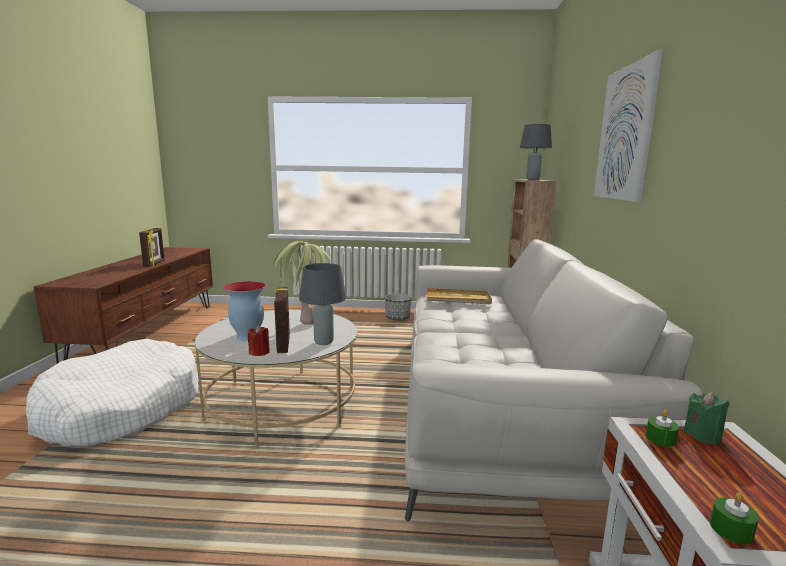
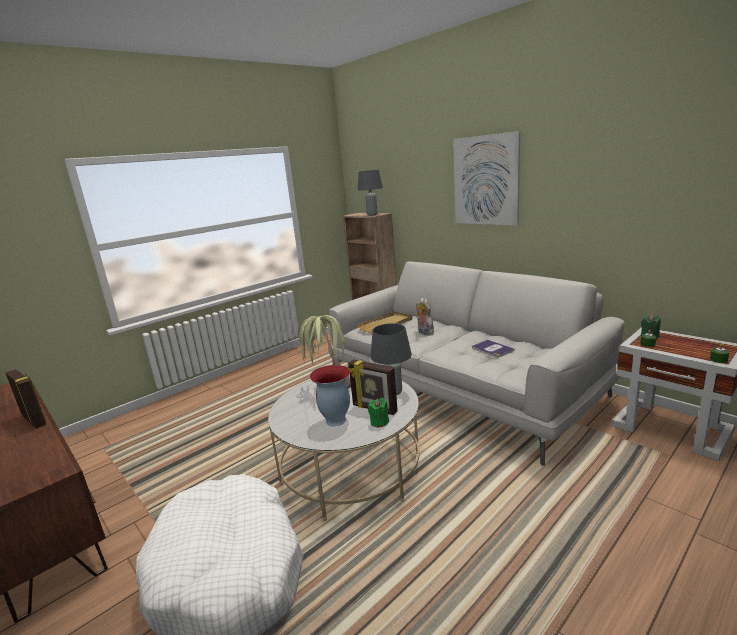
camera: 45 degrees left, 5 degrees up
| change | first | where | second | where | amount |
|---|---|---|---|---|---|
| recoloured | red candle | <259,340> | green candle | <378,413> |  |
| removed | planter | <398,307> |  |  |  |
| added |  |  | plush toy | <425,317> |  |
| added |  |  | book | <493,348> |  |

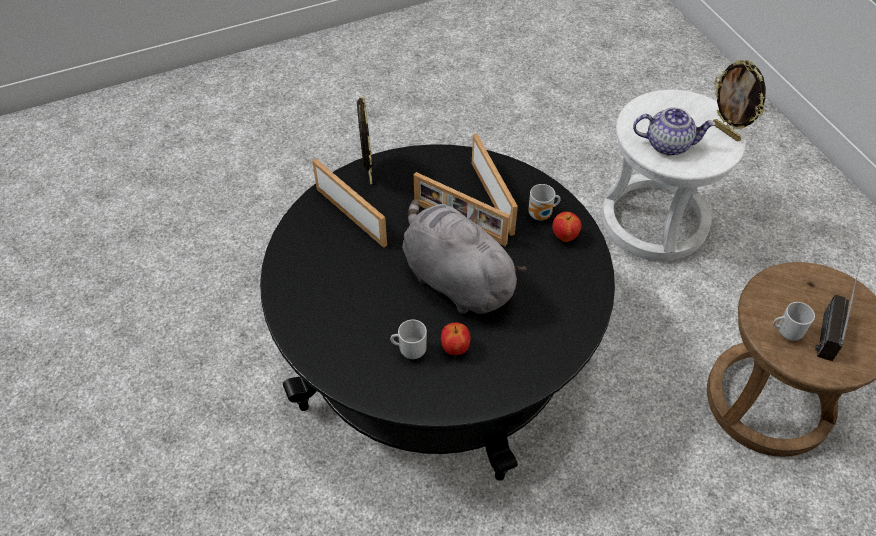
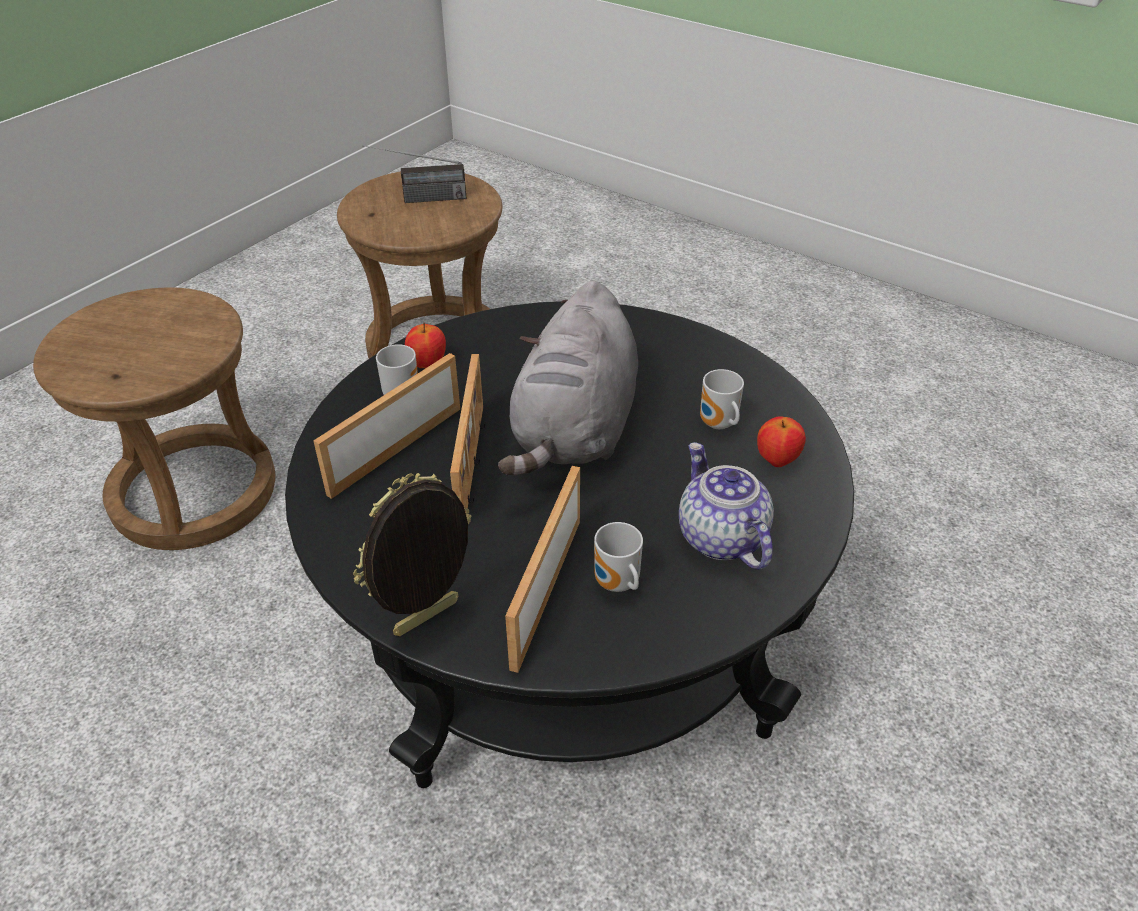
camera: 120 degrees left, 10 degrees down
| change | first | where | second | where | amount |
|---|---|---|---|---|---|
| moved | apple | <456,339> |  | <781,441> |  |
| recoloured | white stool | <674,175> | brown stool | <154,418> |  |
| moved | teapot | <674,131> |  | <726,506> |  |
| removed | picture frame | <739,101> |  |  |  |
| moved | mug | <794,321> |  | <618,557> |  |

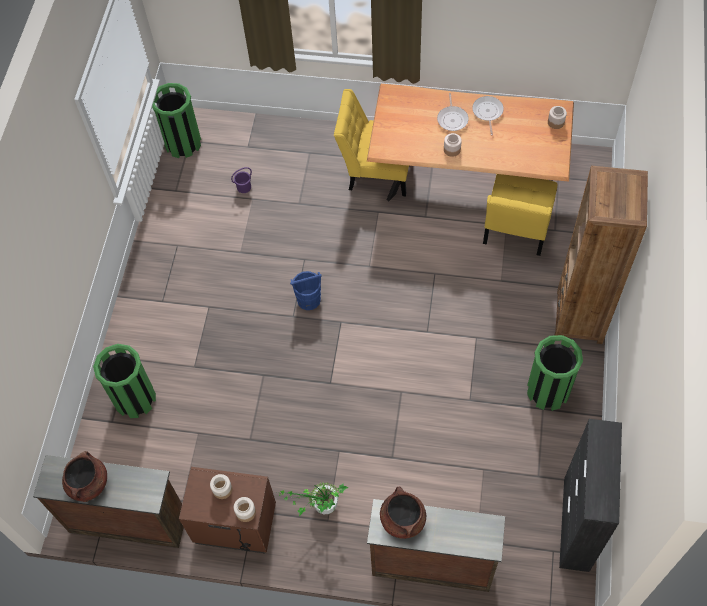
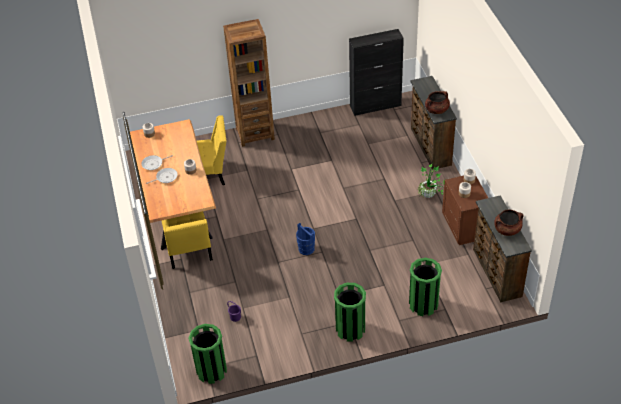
camera: 115 degrees left, 15 degrees down
| change | first | where | second | where | amount |
|---|---|---|---|---|---|
| moved | green trash can | <555,373> |  | <350,312> |  |

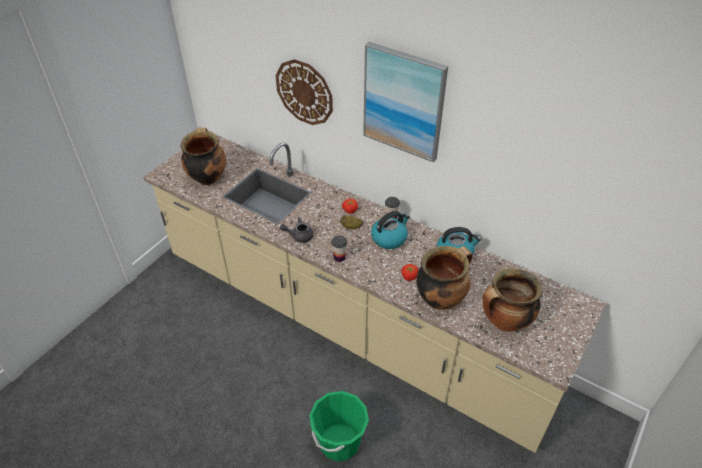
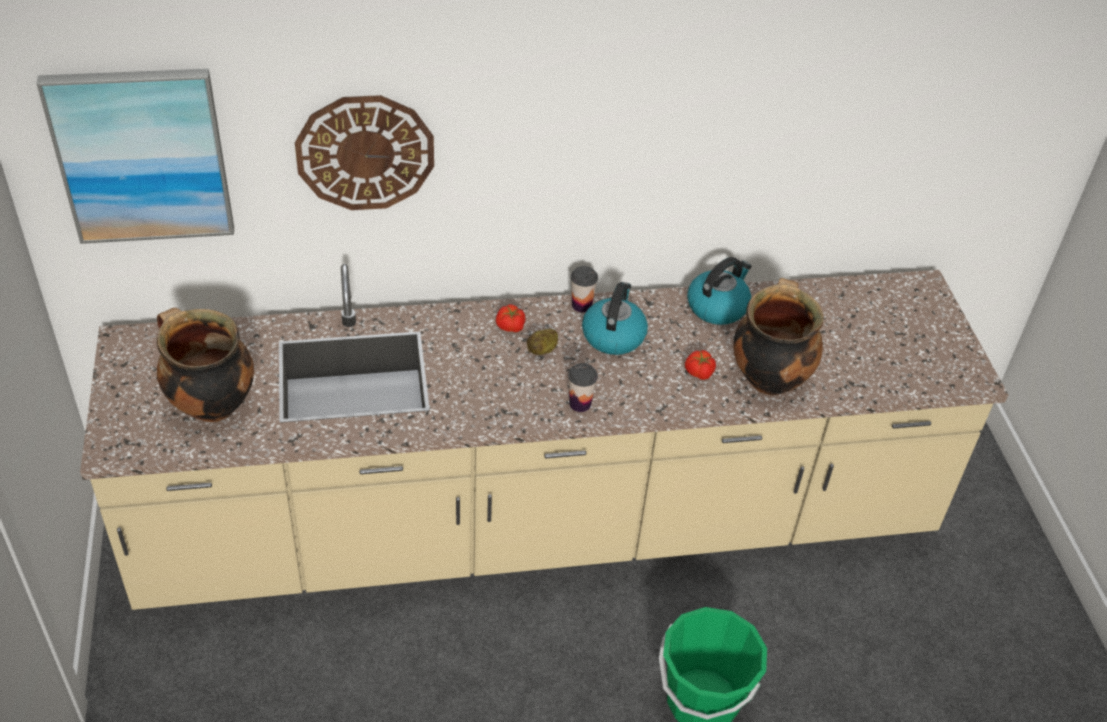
camera: 45 degrees left, 0 degrees up
| change | first | where | second | where | amount |
|---|---|---|---|---|---|
| removed | grey teapot | <297,230> |  |  |  |
| moved | picture | <405,102> |  | <135,156> |  |
| removed | cooking pot | <513,300> |  |  |  |

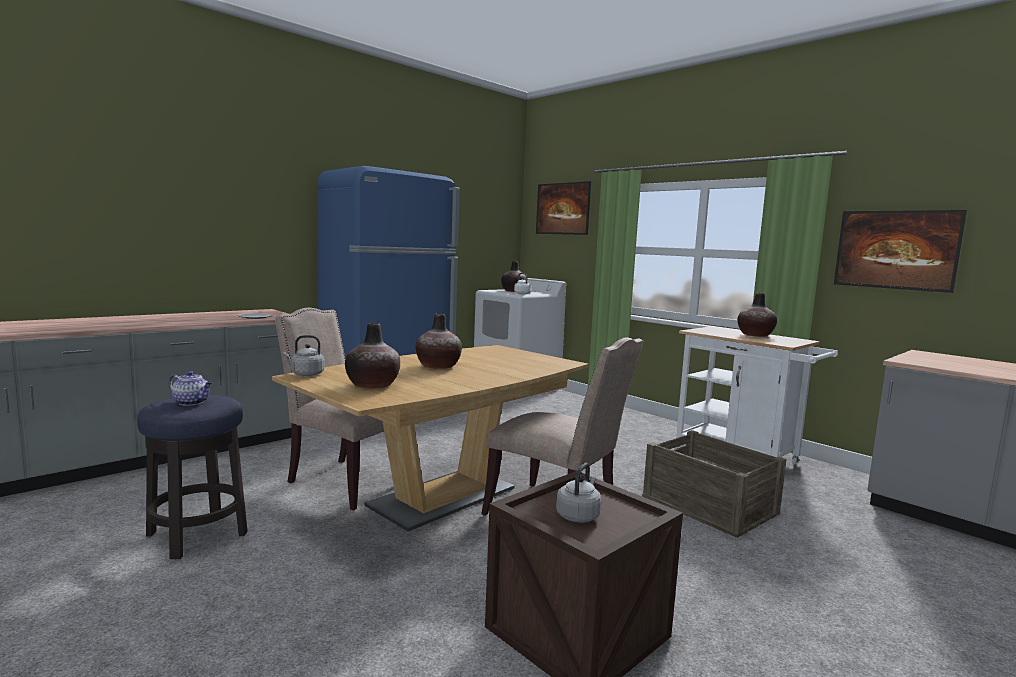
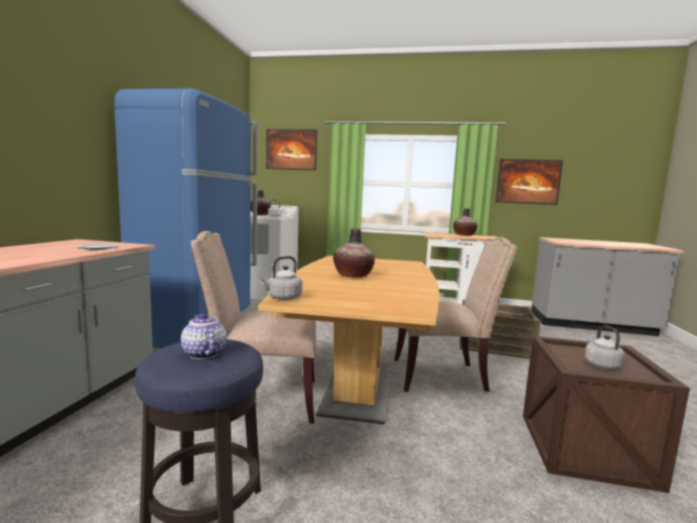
camera: 35 degrees left, 0 degrees up
| change | first | where | second | where | amount |
|---|---|---|---|---|---|
| turned | teapot | <191,388> |  | <204,336> | 105 degrees counterclockwise |
| removed | vase | <372,356> |  |  |  |

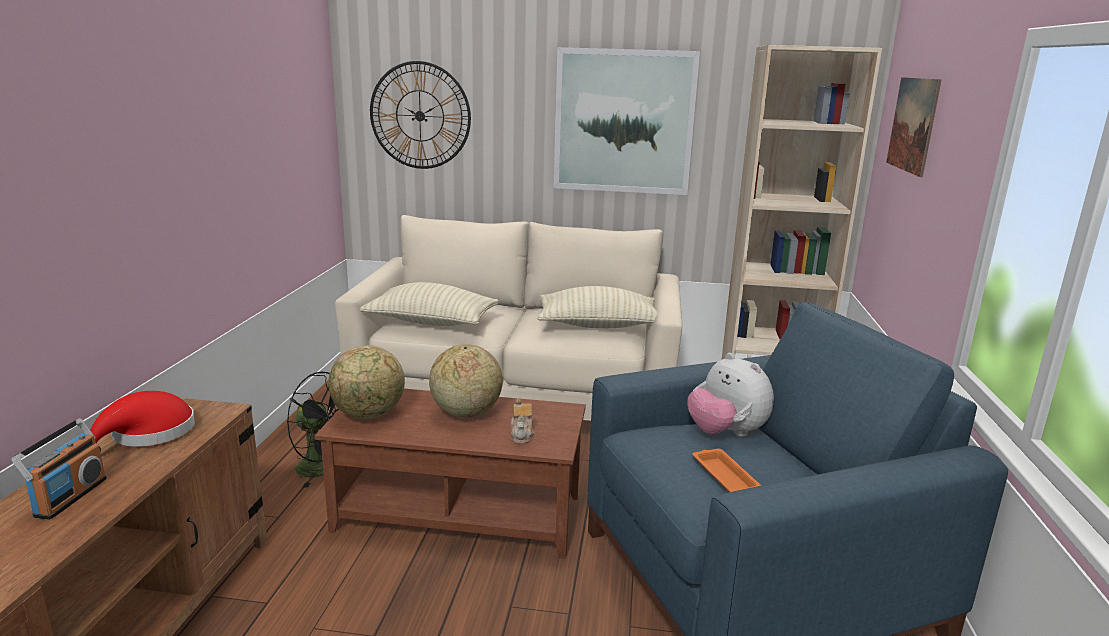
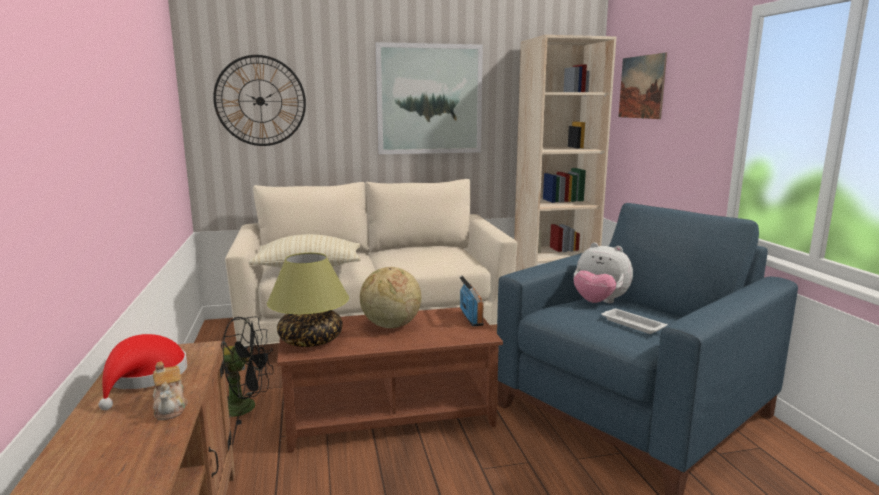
camera: 20 degrees left, 5 degrees down
| change | first | where | second | where | amount |
|---|---|---|---|---|---|
| moved | radio | <59,469> |  | <471,301> |  |
| replaced | globe | <366,382> | table lamp | <308,300> |  |
| moved | teapot | <523,421> |  | <170,390> |  |
| removed | beige pillow | <597,307> |  |  |  |
| recoloured | orange tray | <727,470> | white tray | <634,321> |  |

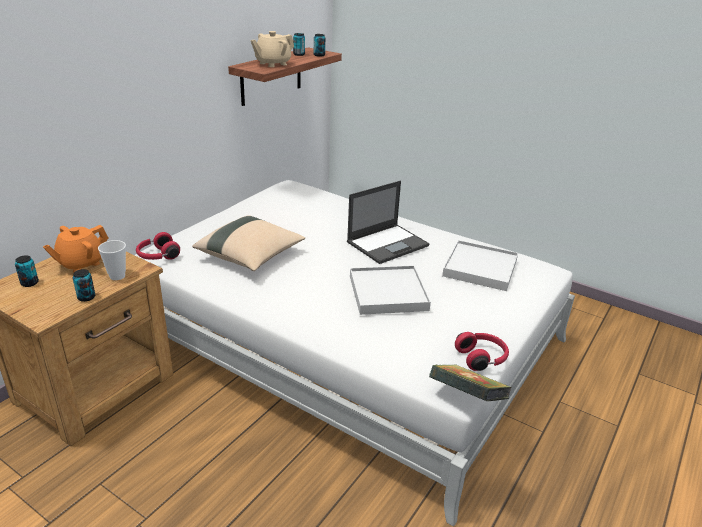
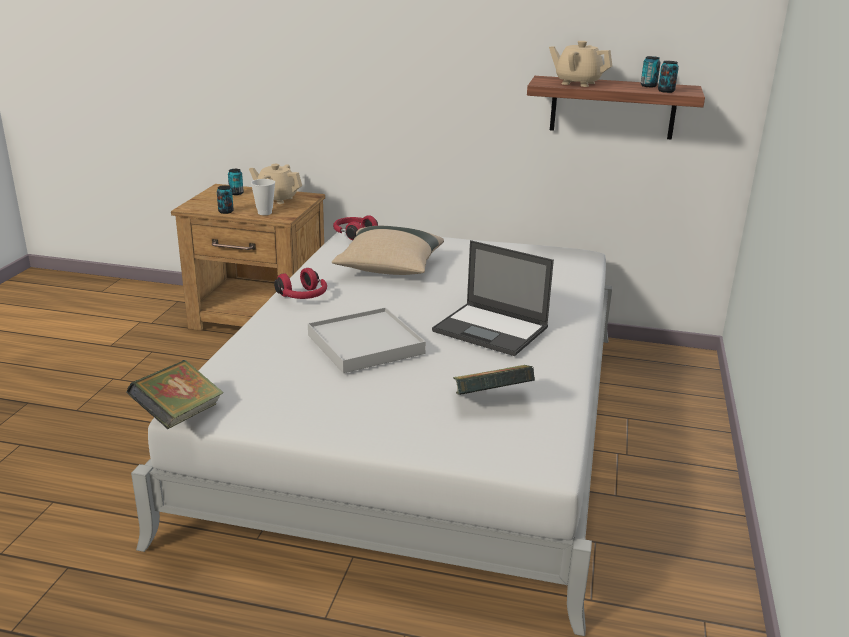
camera: 70 degrees right, 5 degrees down
| change | first | where | second | where | amount |
|---|---|---|---|---|---|
| recoloured | orange teapot | <76,248> | beige teapot | <275,184> |  |
| replaced | white tray | <480,265> | book | <494,380> |  |
| moved | red headphones | <482,351> |  | <300,283> |  |

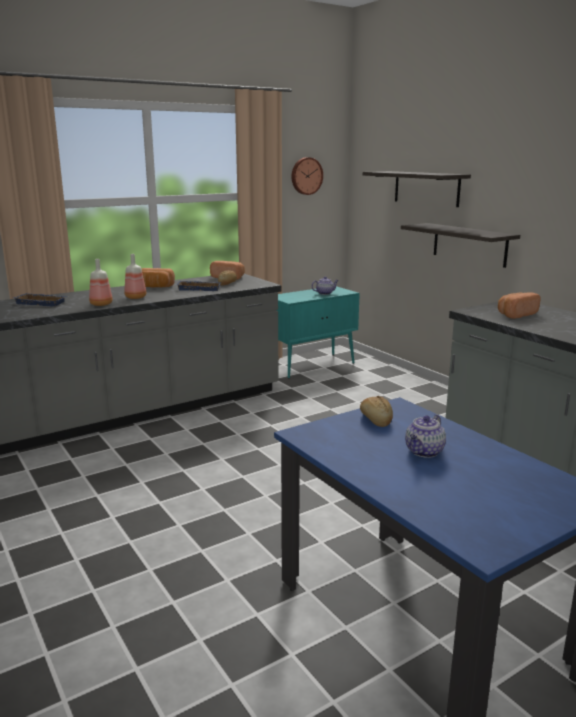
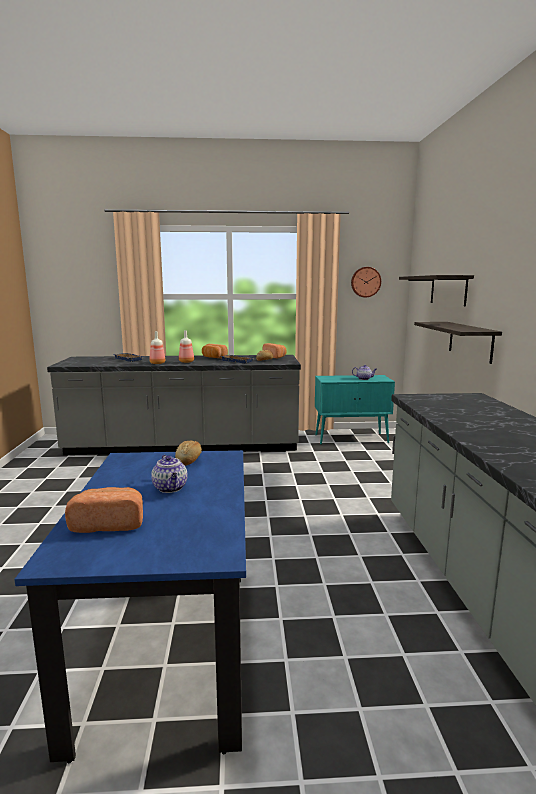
camera: 30 degrees right, 5 degrees down
| change | first | where | second | where | amount |
|---|---|---|---|---|---|
| turned | teapot | <425,436> |  | <169,474> | 90 degrees counterclockwise |
| moved | bread | <519,305> |  | <104,510> |  |

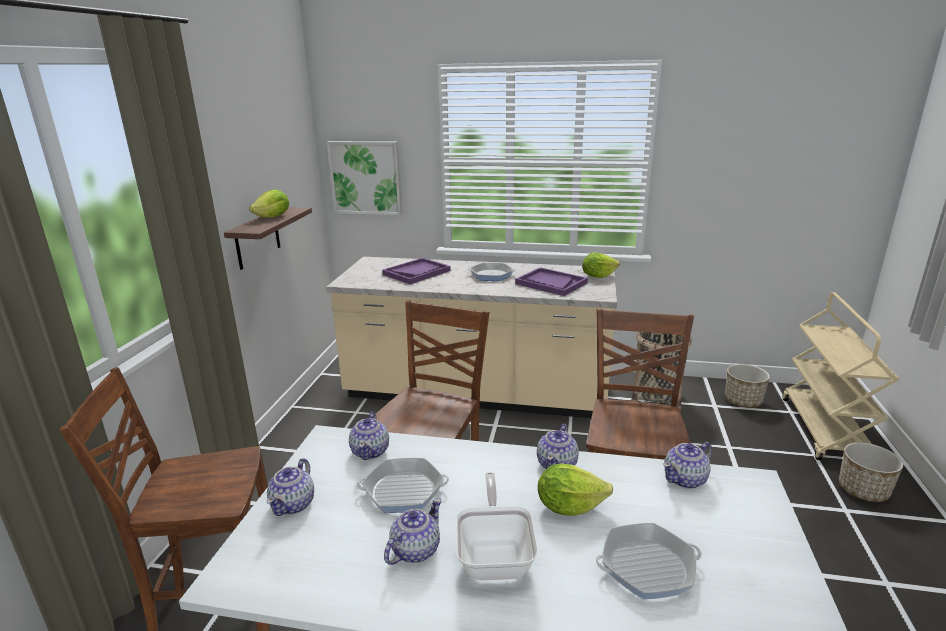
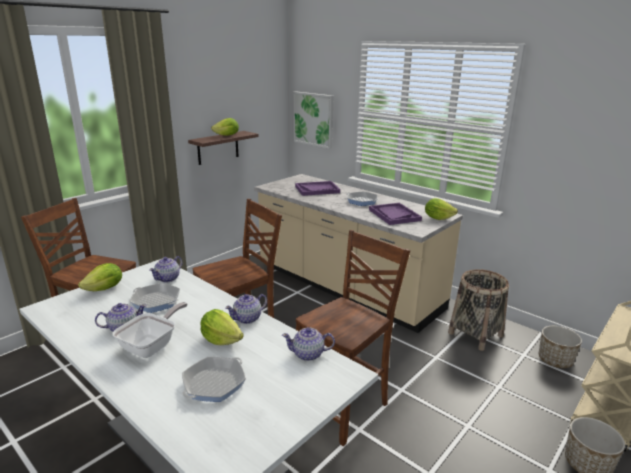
camera: 30 degrees right, 0 degrees up
| change | first | where | second | where | amount |
|---|---|---|---|---|---|
| replaced | teapot | <290,487> | lettuce | <100,277> |  |
| turned | frying pan | <649,561> |  | <214,379> | 75 degrees counterclockwise |

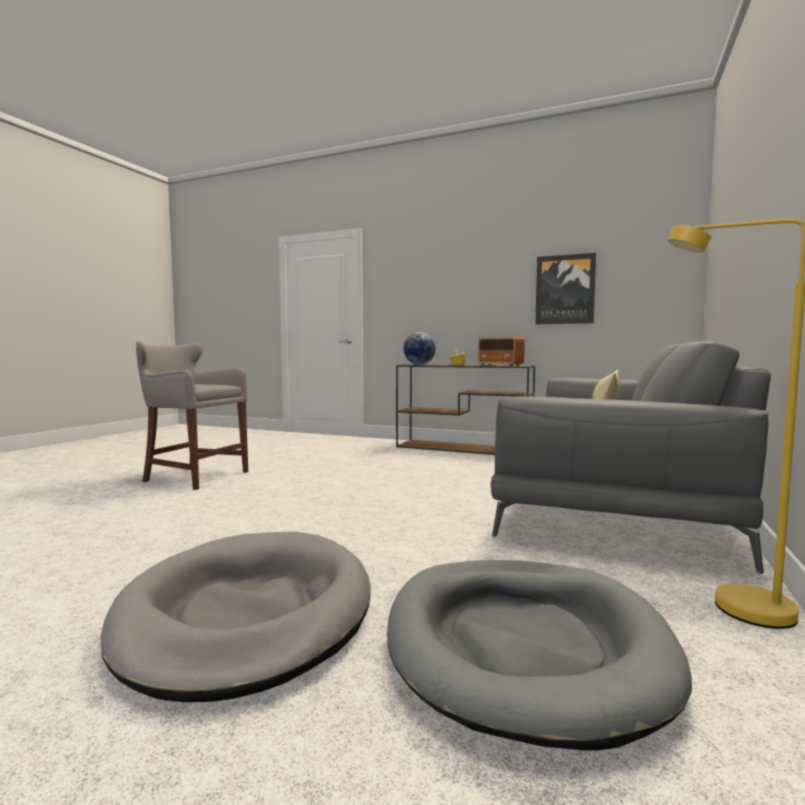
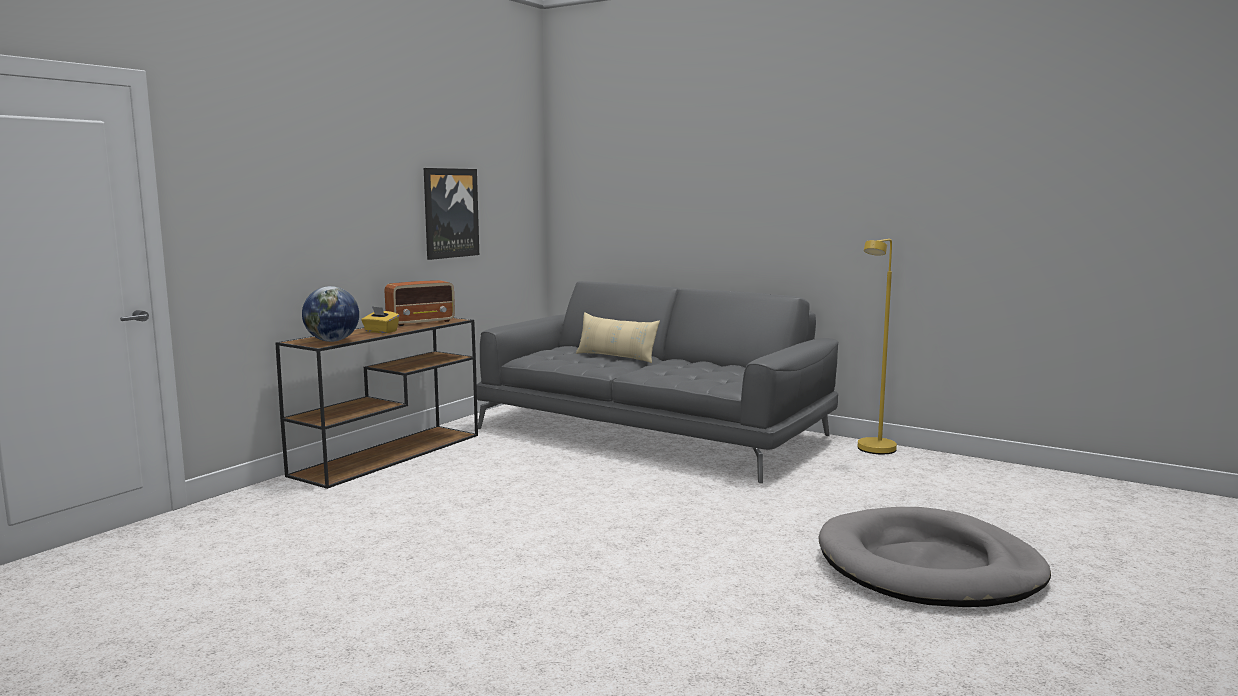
camera: 80 degrees left, 5 degrees up
| change | first | where | second | where | amount |
|---|---|---|---|---|---|
| removed | grey stool | <192,415> |  |  |  |
| removed | grey dog bed | <539,655> |  |  |  |

